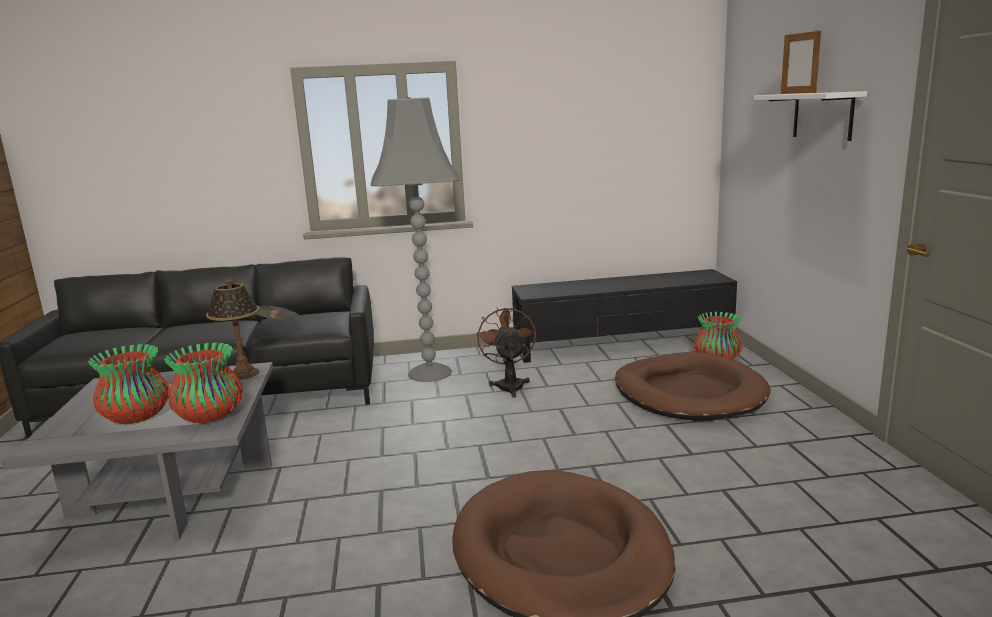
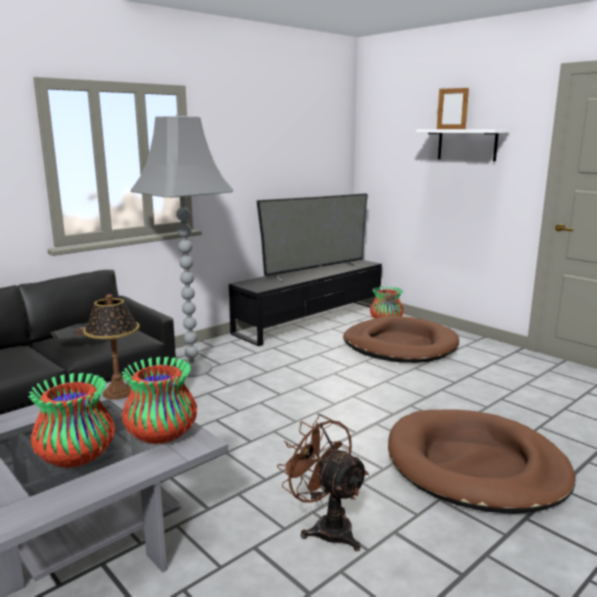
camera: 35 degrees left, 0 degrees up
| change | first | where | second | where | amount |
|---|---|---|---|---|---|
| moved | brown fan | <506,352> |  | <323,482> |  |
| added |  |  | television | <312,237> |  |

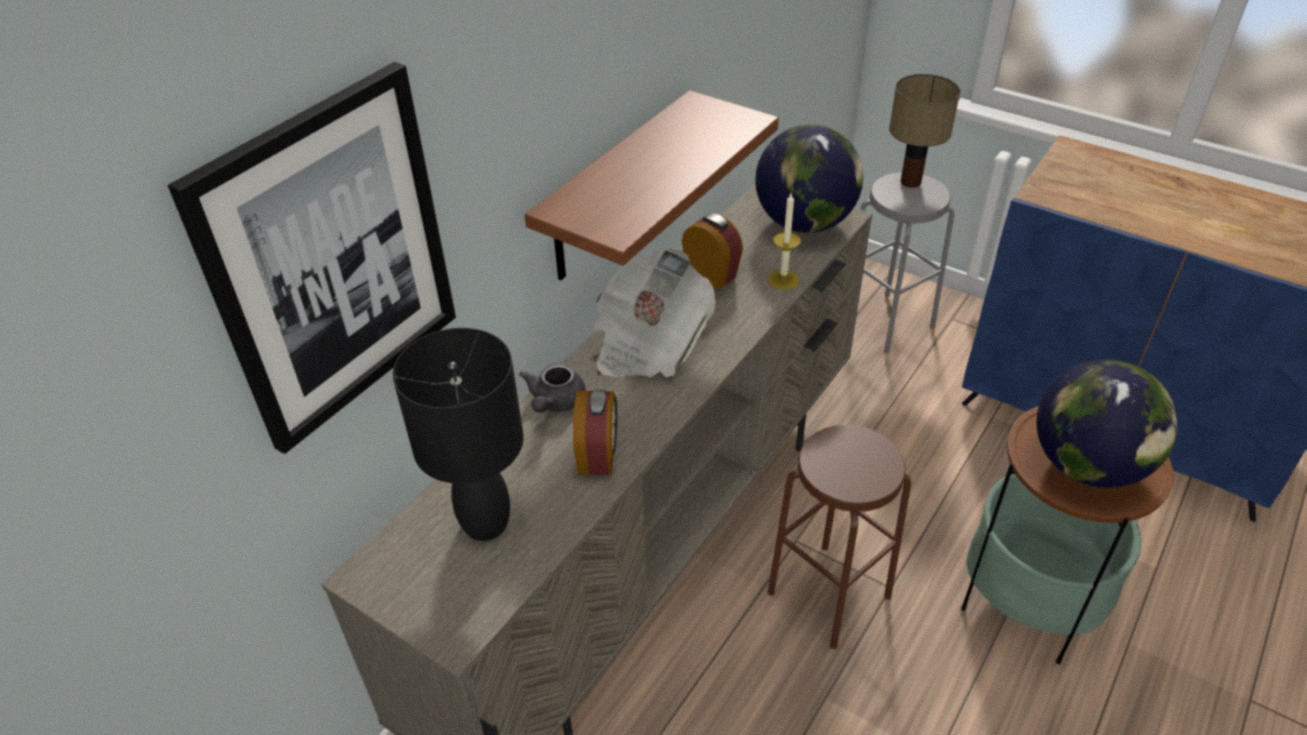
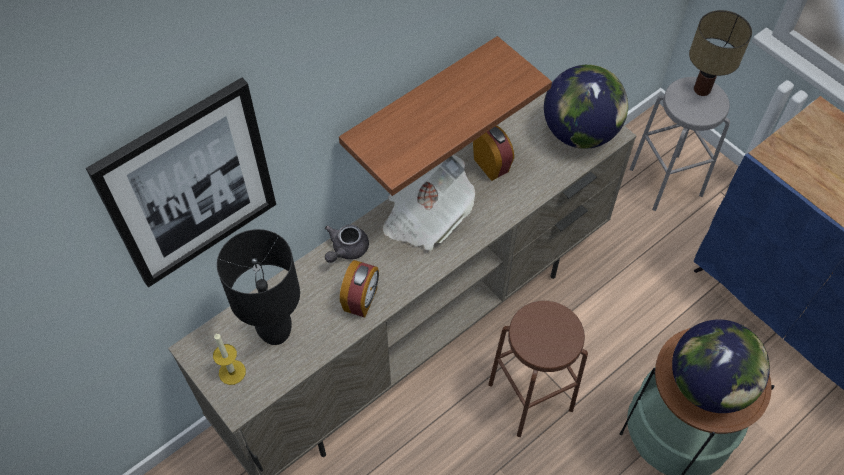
camera: 15 degrees right, 15 degrees up
| change | first | where | second | where | amount |
|---|---|---|---|---|---|
| moved | candle | <784,241> |  | <229,359> |  |

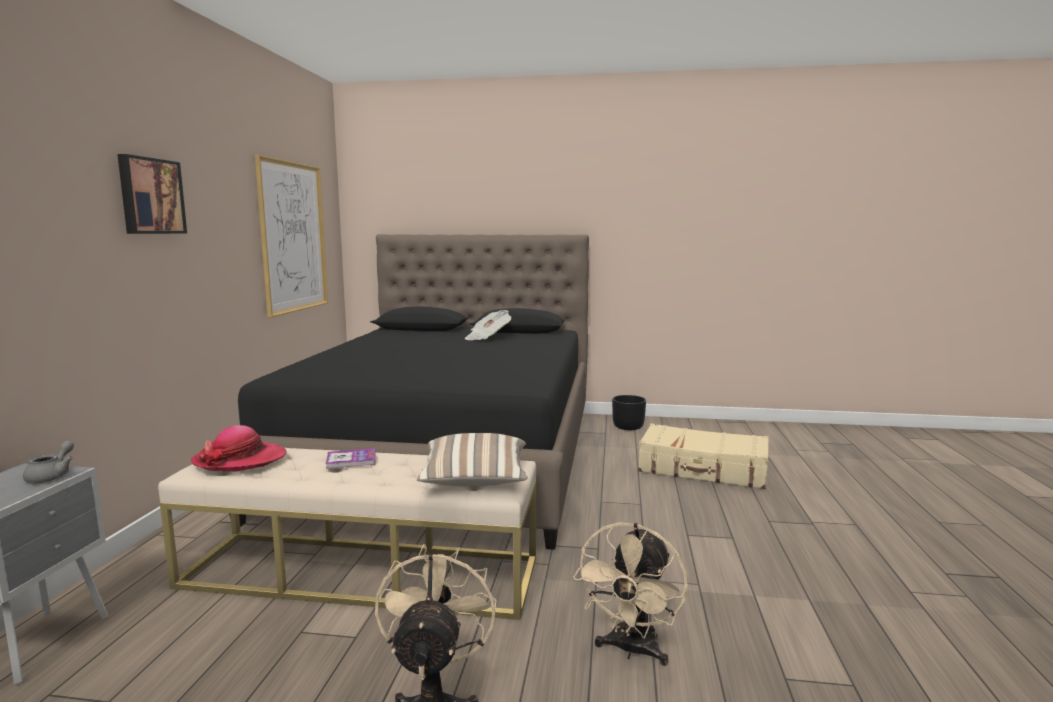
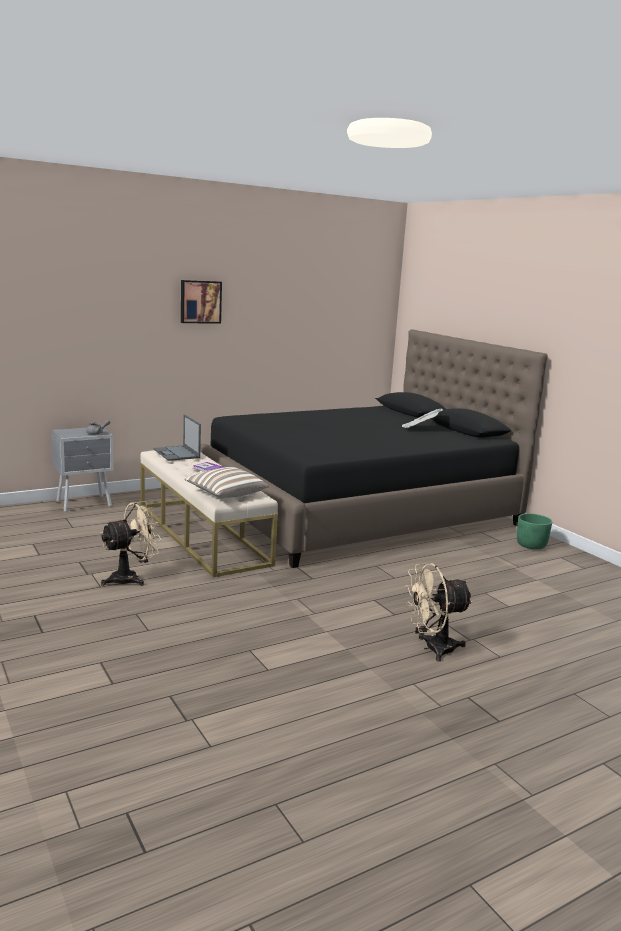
camera: 50 degrees right, 5 degrees up
| change | first | where | second | where | amount |
|---|---|---|---|---|---|
| replaced | hat | <238,448> | laptop | <177,437> |  |
| removed | picture | <291,236> |  |  |  |
| moved | beige fan | <630,594> |  | <439,612> |  |
| recoloured | black planter | <629,412> | green planter | <534,531> |  |
| removed | beige suitcase | <703,456> |  |  |  |

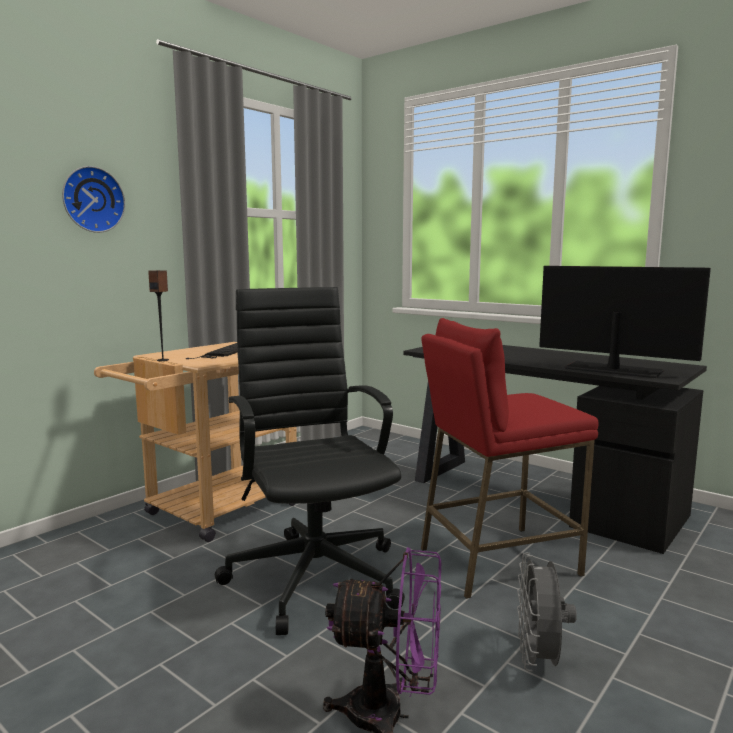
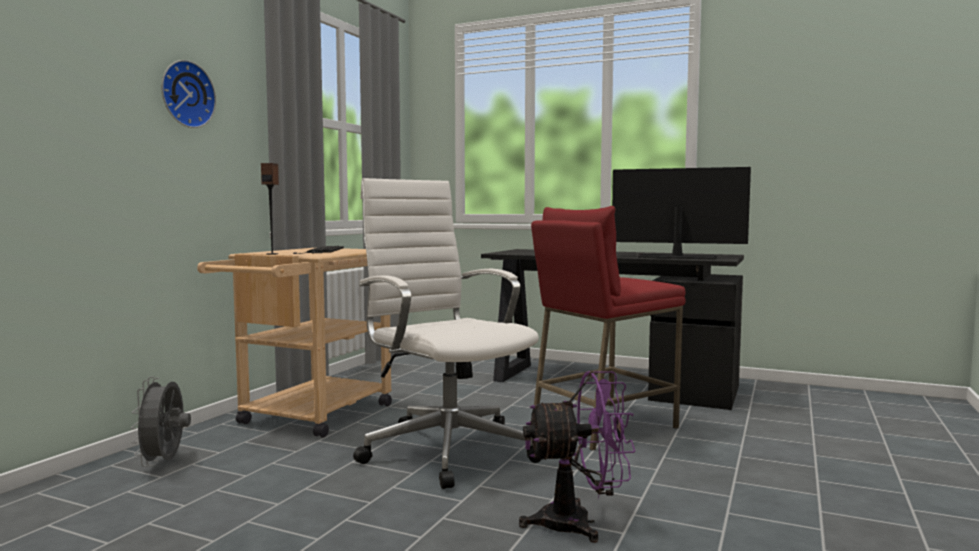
camera: 15 degrees left, 5 degrees down
| change | first | where | second | where | amount |
|---|---|---|---|---|---|
| recoloured | black office chair | <310,461> | white office chair | <448,333> |  |
| moved | grey fan | <547,612> |  | <161,422> |  |

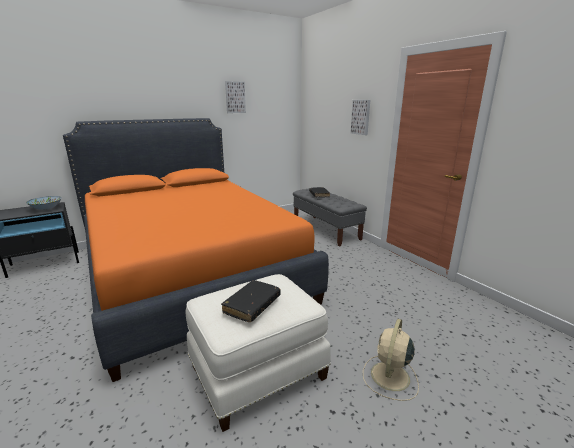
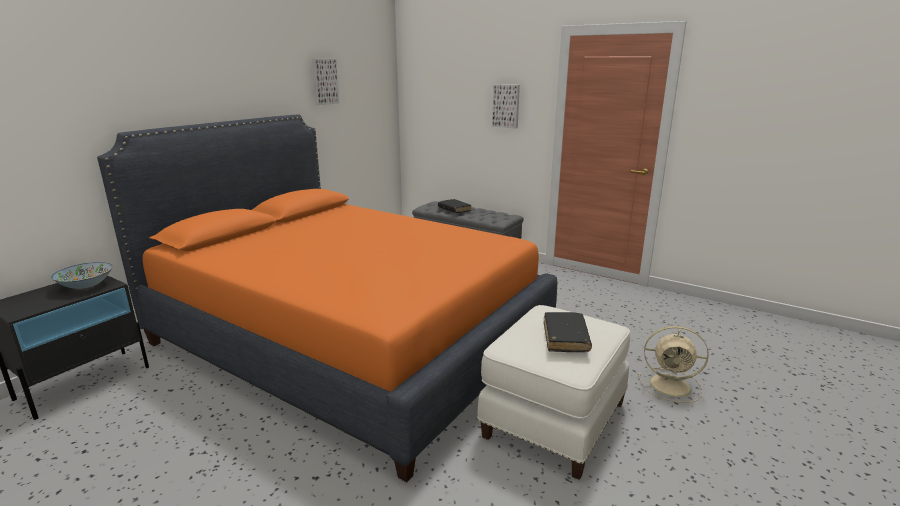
camera: 25 degrees left, 0 degrees up
| change | first | where | second | where | amount |
|---|---|---|---|---|---|
| turned | beige fan | <391,360> |  | <673,364> | 75 degrees counterclockwise |

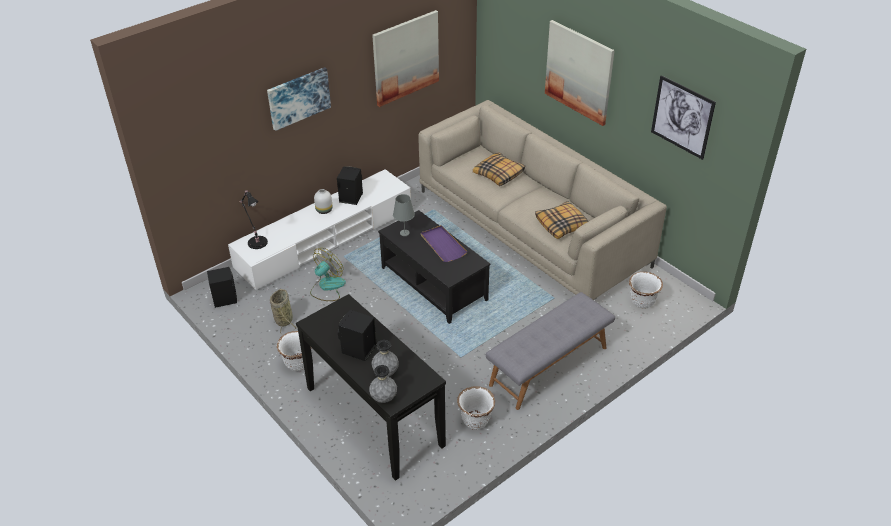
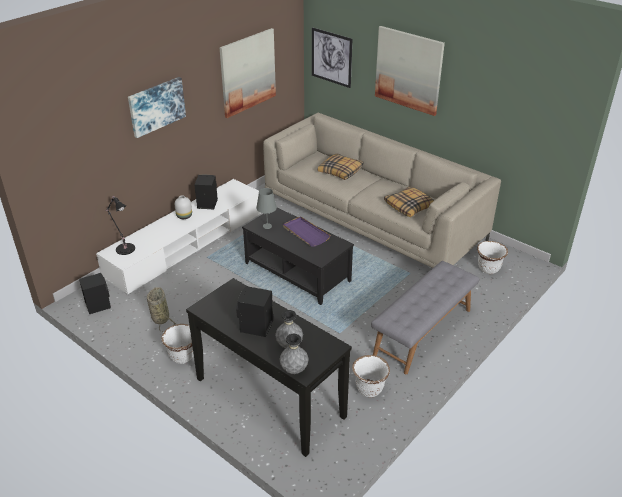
camera: 10 degrees left, 5 degrees down
| change | first | where | second | where | amount |
|---|---|---|---|---|---|
| removed | fan | <328,274> |  |  |  |
| moved | picture | <683,117> |  | <332,57> |  |

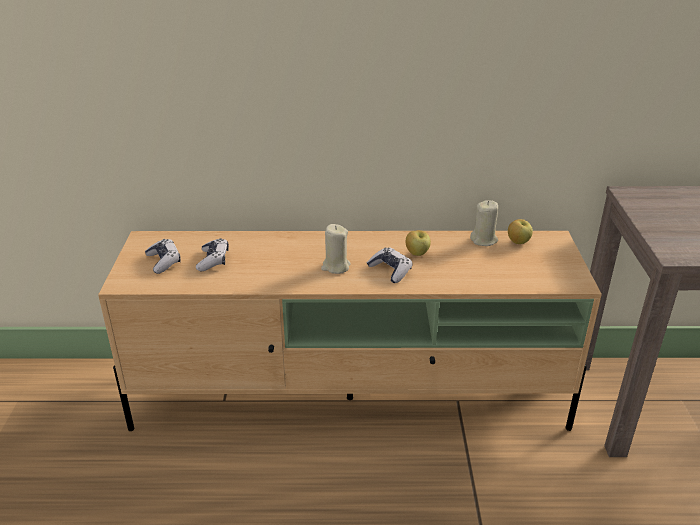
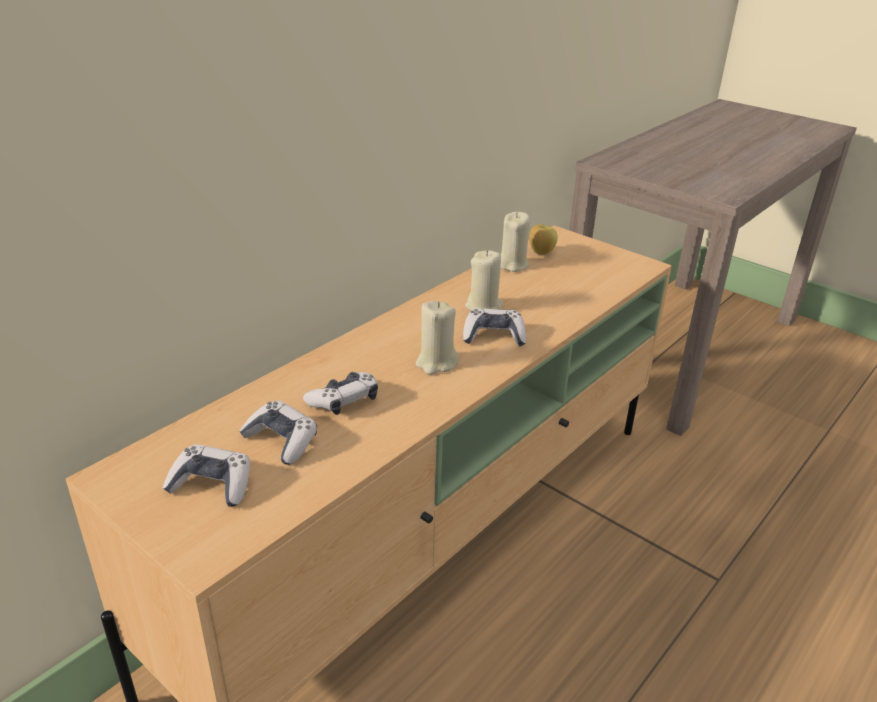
camera: 50 degrees left, 0 degrees up
| change | first | where | second | where | amount |
|---|---|---|---|---|---|
| replaced | apple | <418,243> | beige candle | <484,280> |  |
| added |  |  | game controller | <340,393> |  |

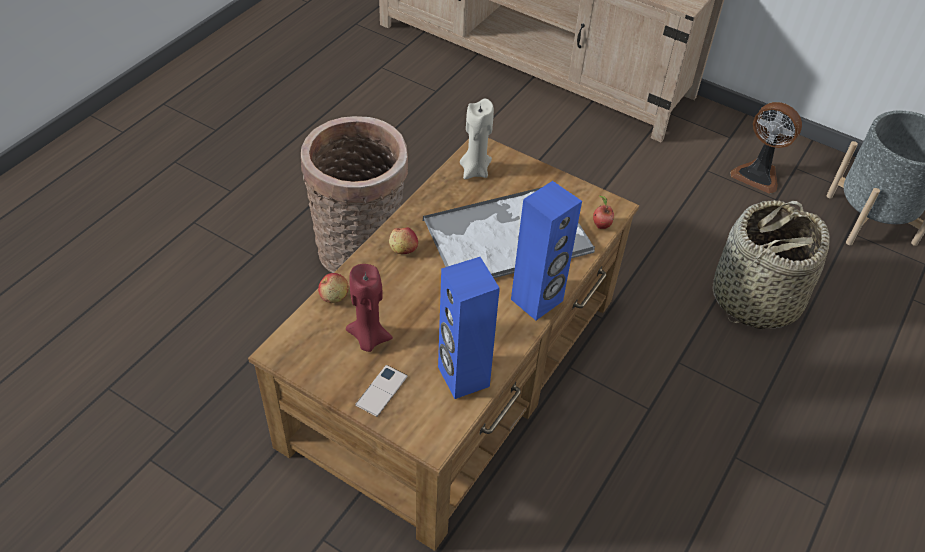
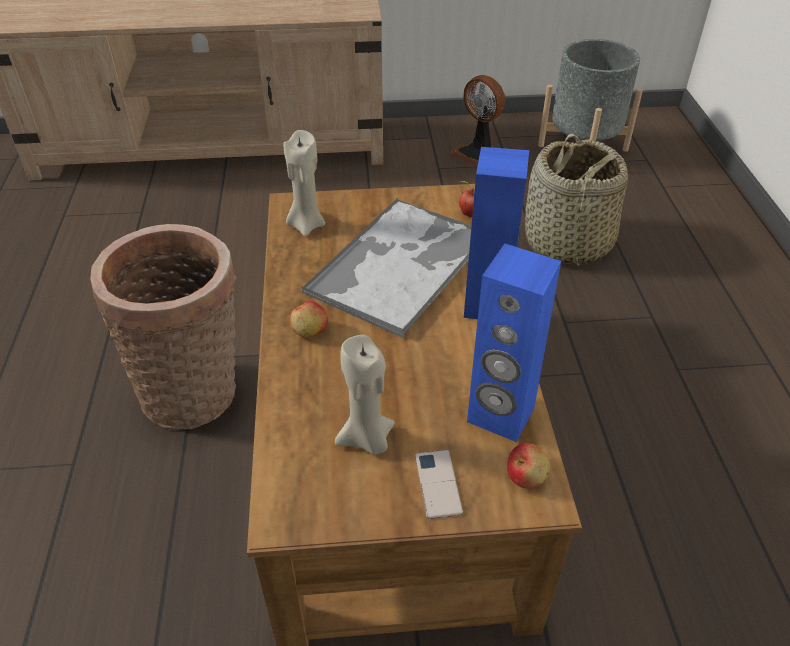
camera: 35 degrees left, 5 degrees down
| change | first | where | second | where | amount |
|---|---|---|---|---|---|
| moved | apple | <333,288> |  | <528,465> |  |
| recoloured | red candle | <369,308> | beige candle | <365,395> |  |
| turned | fan | <766,148> |  | <478,120> | 45 degrees clockwise |

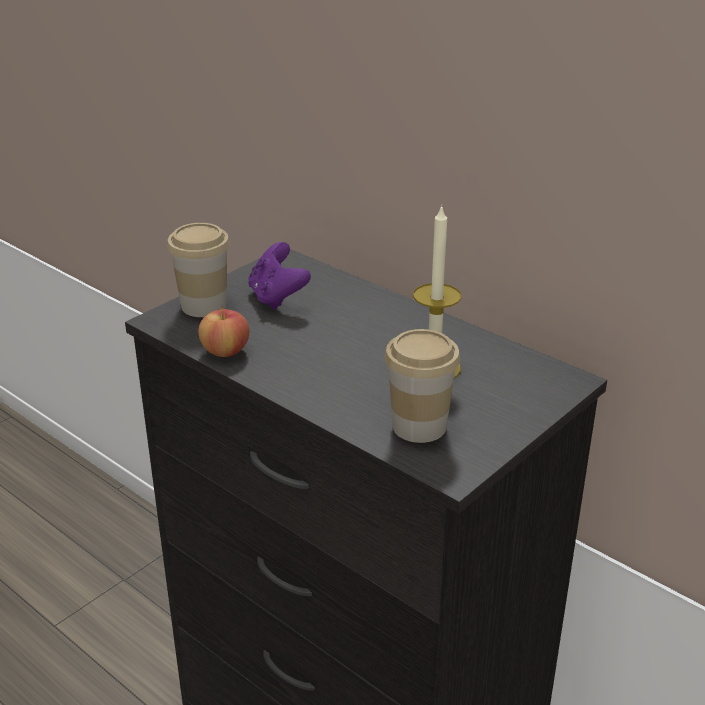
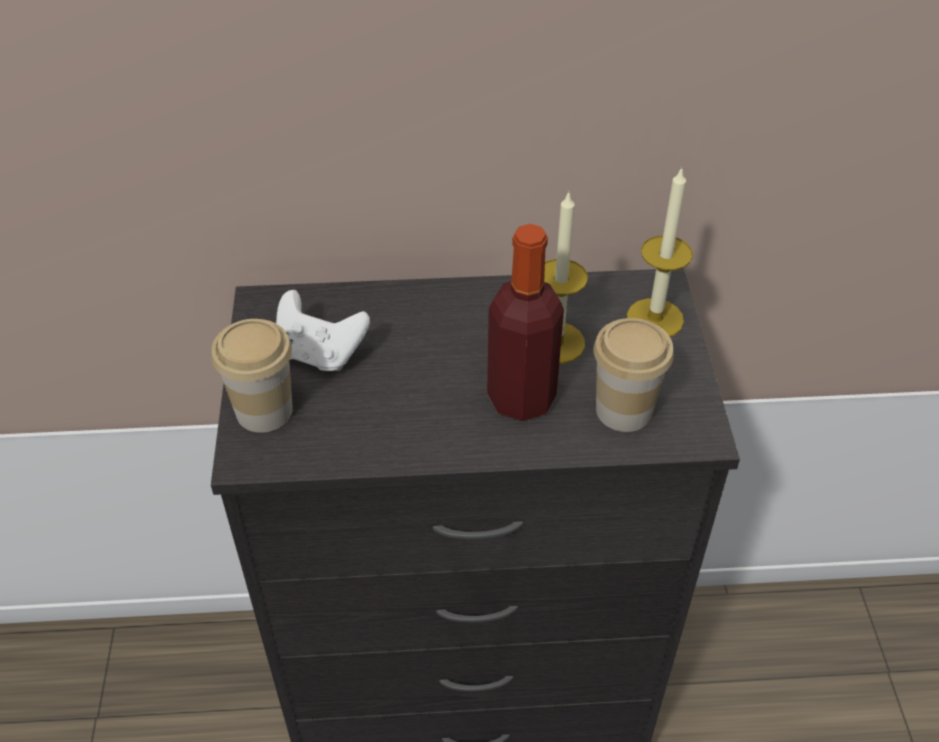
camera: 45 degrees left, 15 degrees up
| change | first | where | second | where | amount |
|---|---|---|---|---|---|
| removed | apple | <223,331> |  |  |  |
| recoloured | purple game controller | <279,276> | white game controller | <323,330> |  |
| added |  |  | bottle | <525,322> |  |
| added |  |  | candle | <660,252> |  |

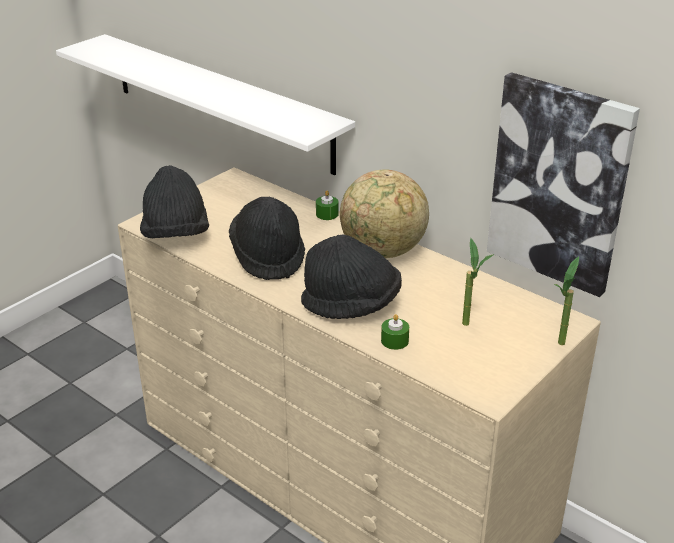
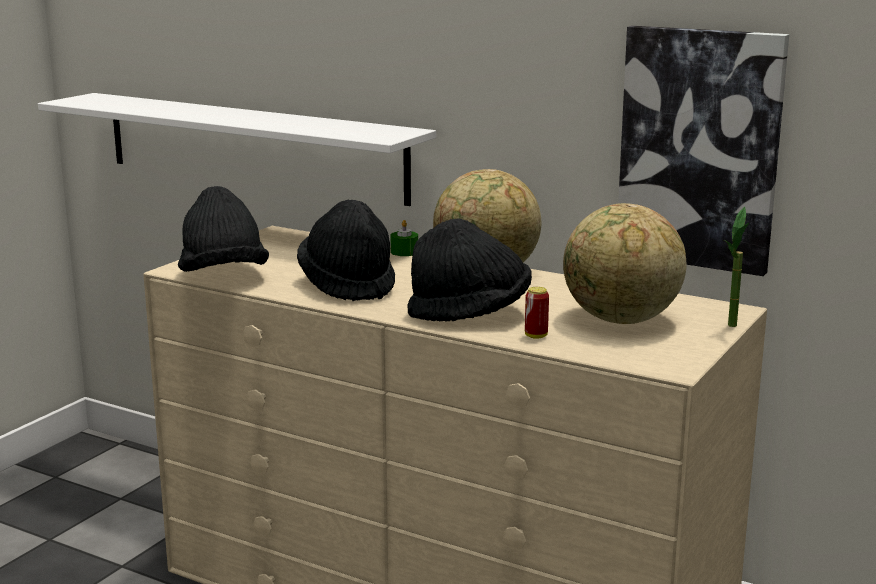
camera: 10 degrees left, 15 degrees down
| change | first | where | second | where | amount |
|---|---|---|---|---|---|
| replaced | green candle | <395,332> | can | <537,313> |  |
| replaced | potted plant | <478,282> | globe | <625,263> |  |

